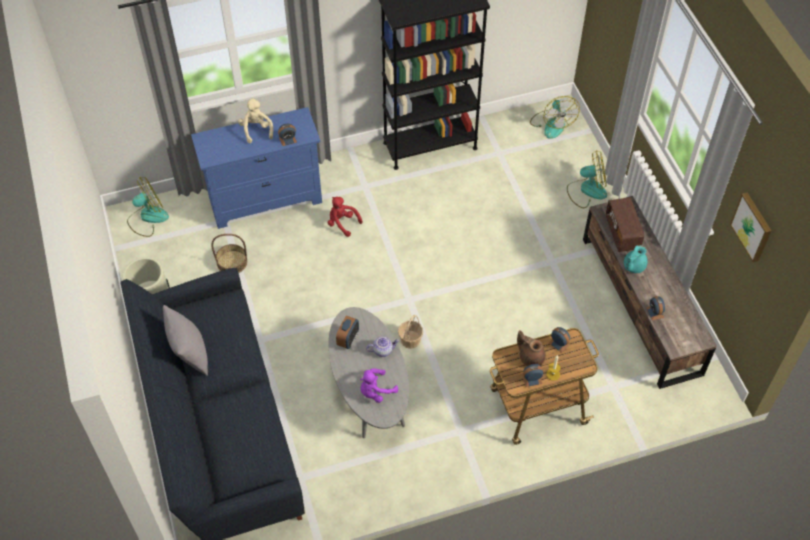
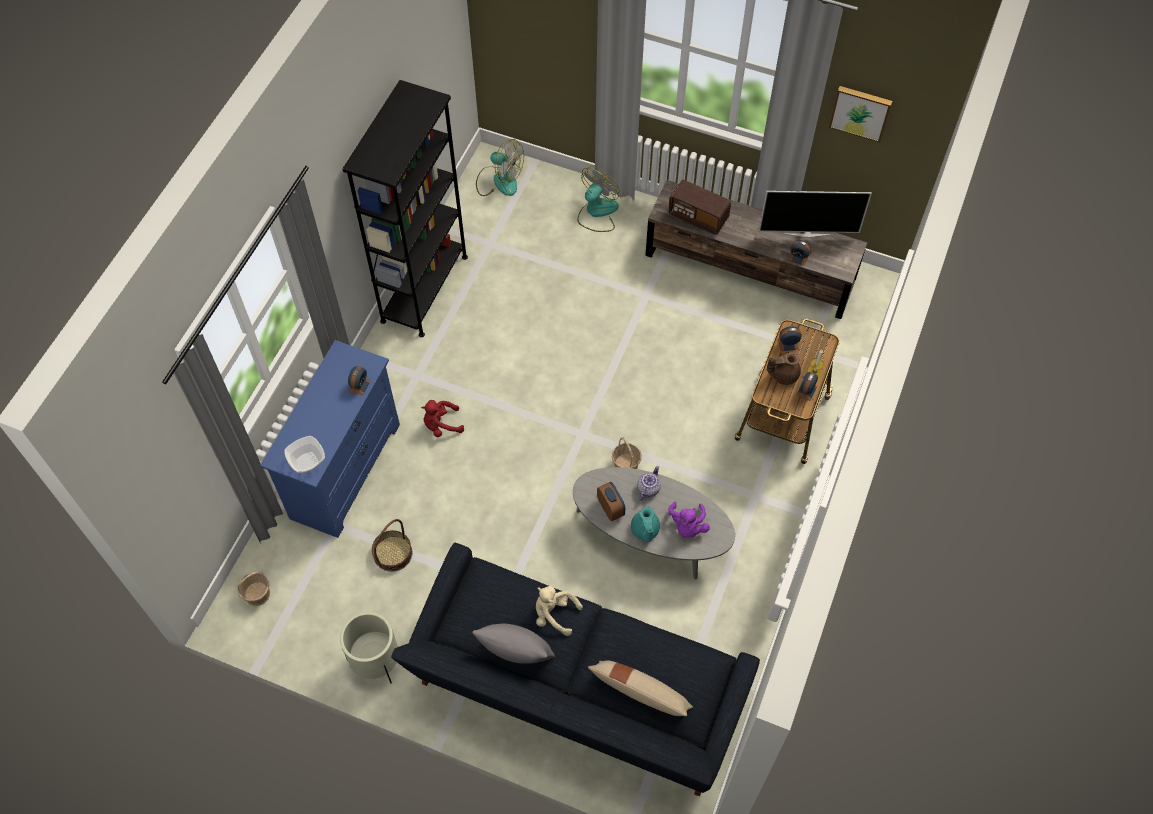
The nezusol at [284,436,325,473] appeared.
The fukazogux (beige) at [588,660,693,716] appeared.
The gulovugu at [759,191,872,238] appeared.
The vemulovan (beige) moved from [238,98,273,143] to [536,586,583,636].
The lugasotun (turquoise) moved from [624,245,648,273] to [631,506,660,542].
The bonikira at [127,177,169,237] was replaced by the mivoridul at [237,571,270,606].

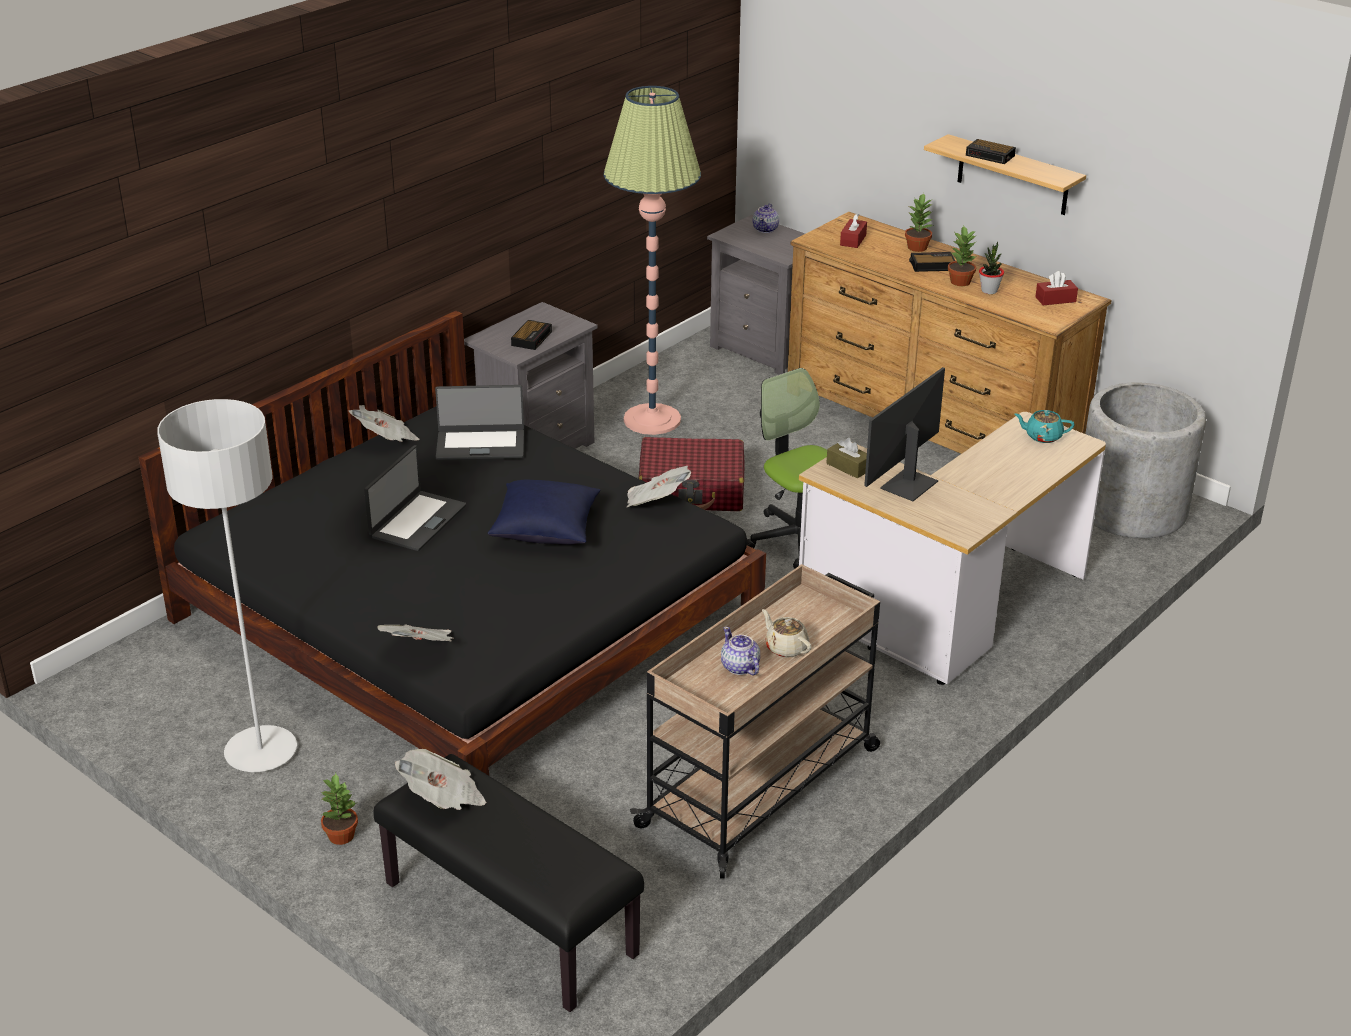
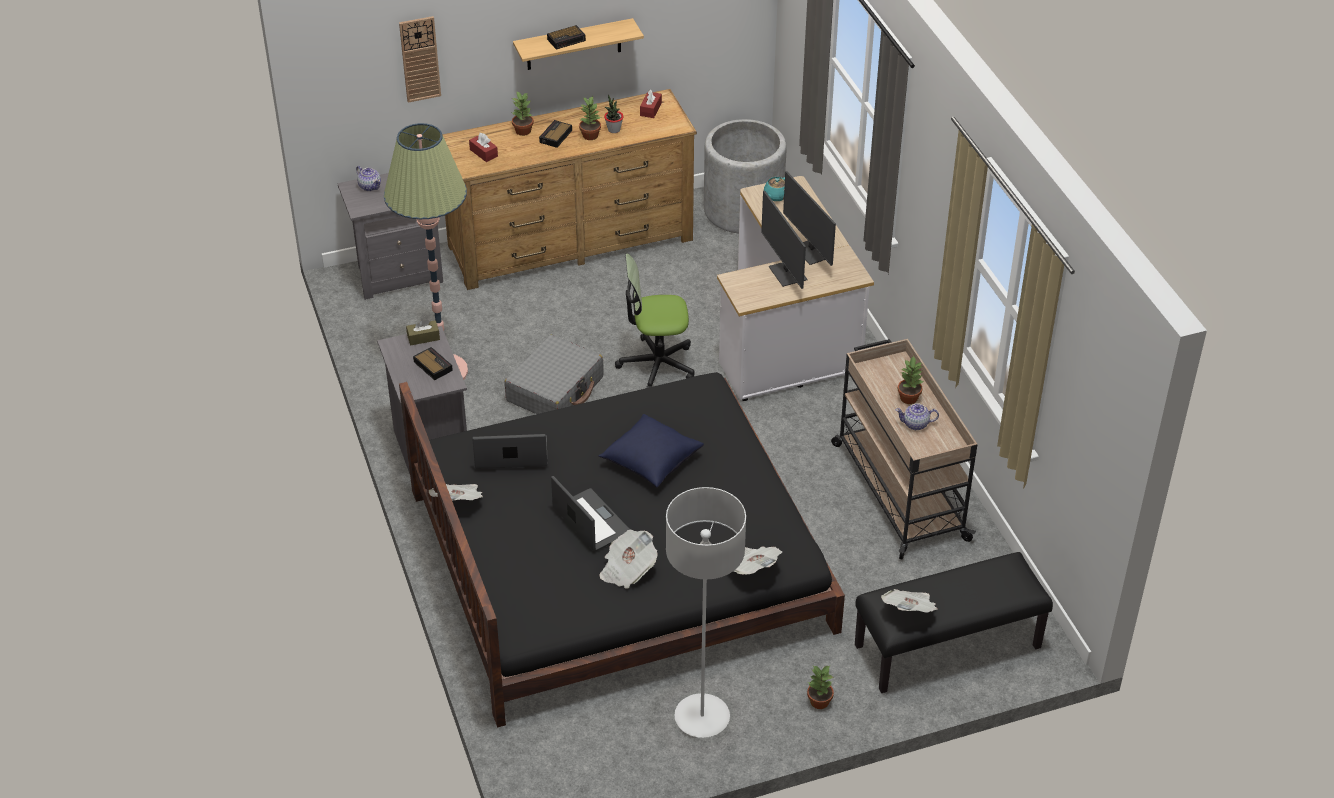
The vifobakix at [399,16,441,103] appeared.
The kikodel at [783,171,836,266] appeared.
The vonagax moved from [627,466,691,507] to [599,529,658,589].
The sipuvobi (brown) moved from [826,438,867,479] to [406,319,440,345].
The lugasotun (beige) at [762,609,812,658] was replaced by the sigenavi at [898,356,924,404].
The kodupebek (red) at [639,437,745,511] became the kodupebek (grey) at [504,334,604,414].
The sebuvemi at [435,385,524,460] turned 120 degrees counterclockwise.

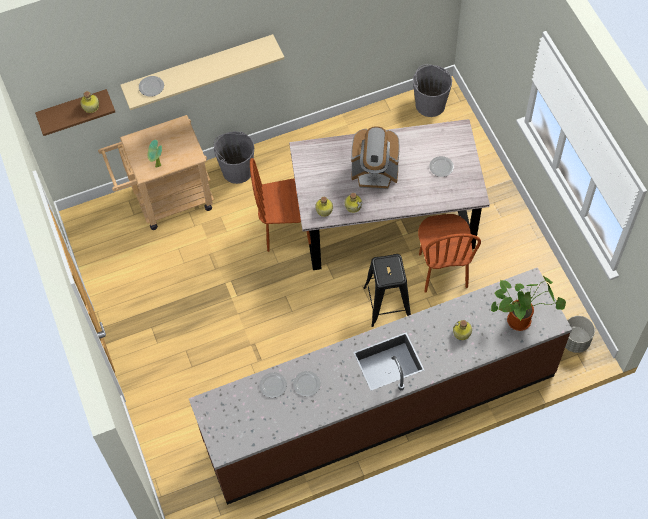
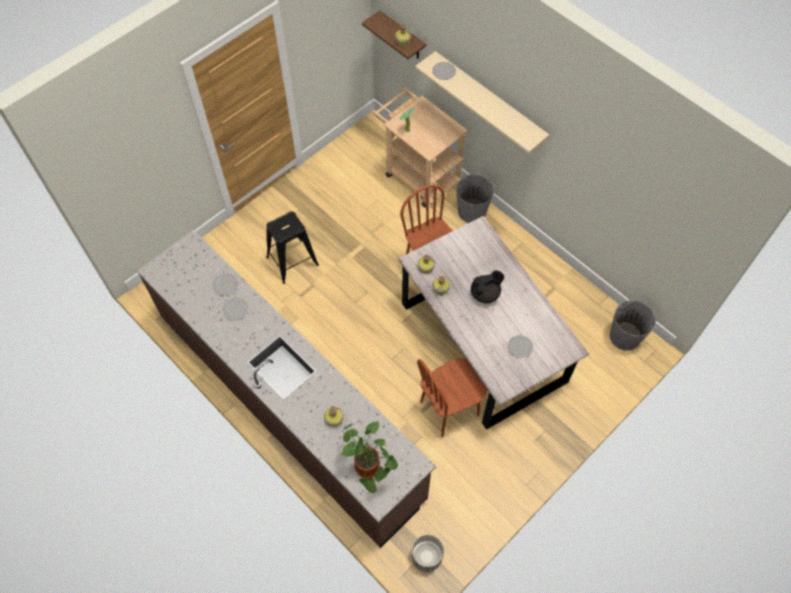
The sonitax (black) moved from [363,254,411,327] to [266,211,319,284].
The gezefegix at [351,126,399,189] was replaced by the lugasotun (black) at [471,270,504,303].

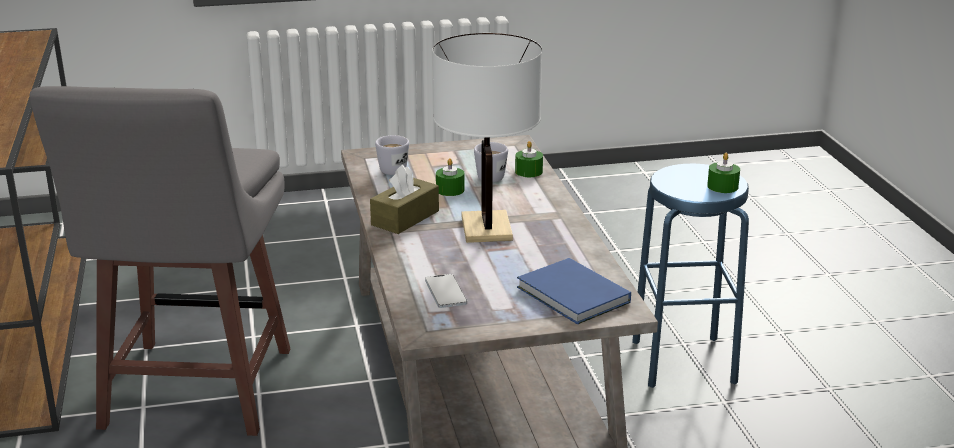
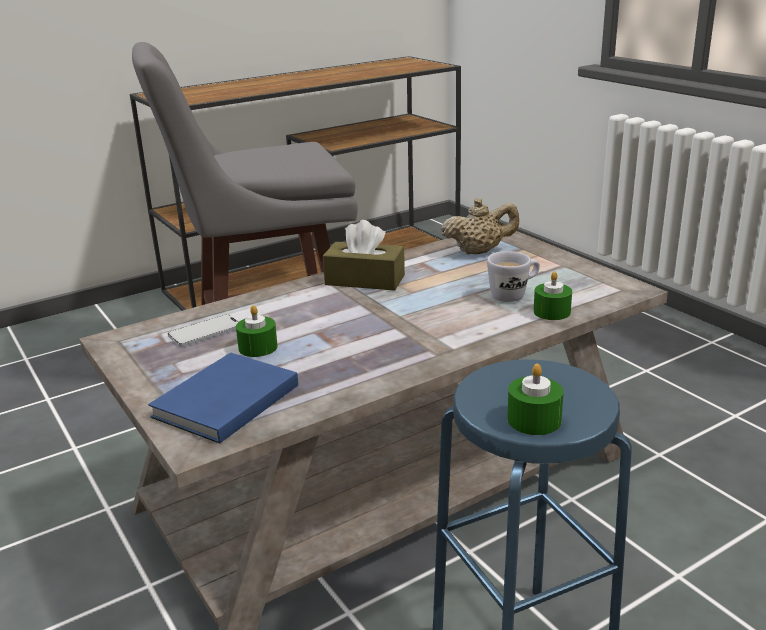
The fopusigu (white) at [432,33,542,243] disappeared.
The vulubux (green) moved from [436,158,465,196] to [236,305,278,357].
The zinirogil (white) at [375,135,409,175] was replaced by the lugasotun (beige) at [441,198,519,254].

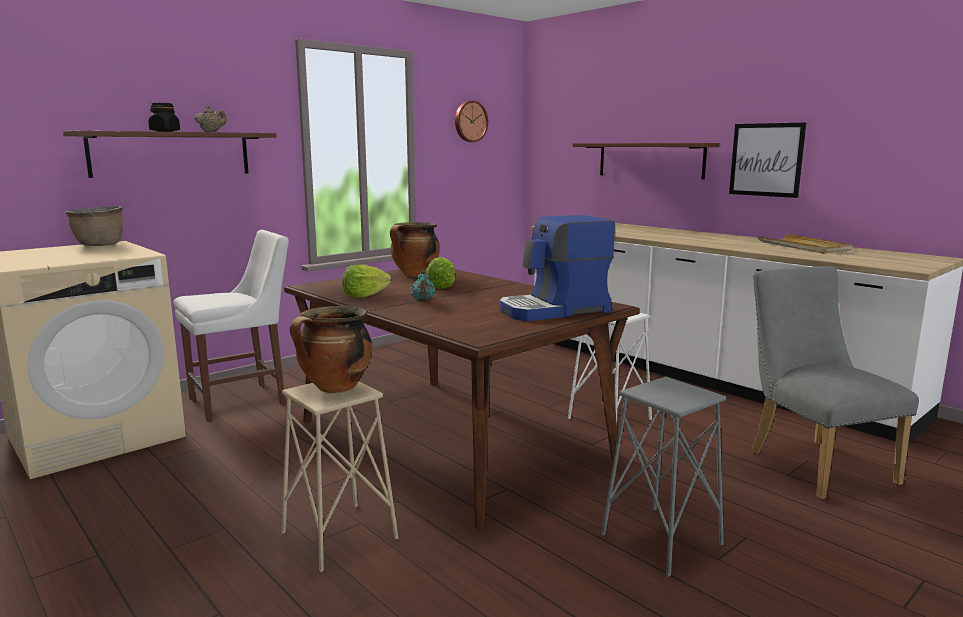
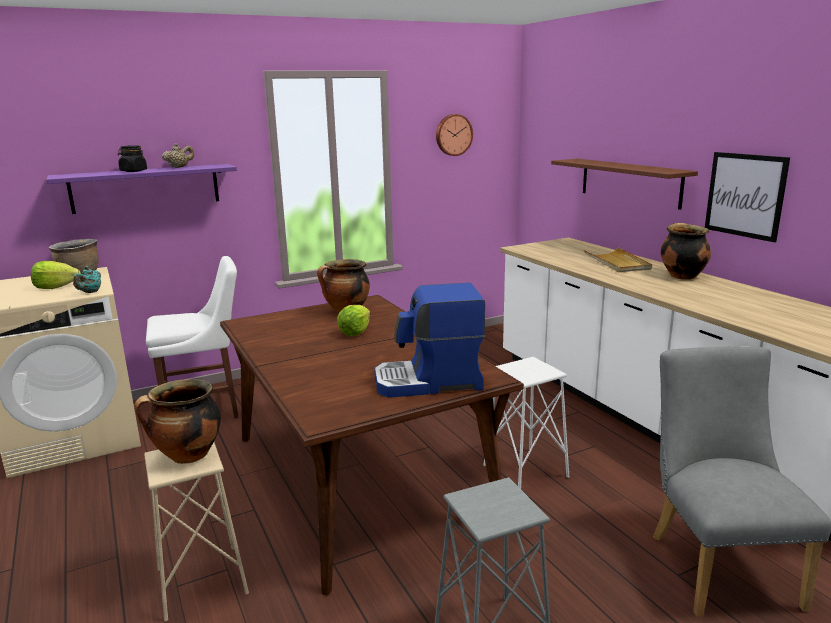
The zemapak at [661,223,711,280] appeared.
The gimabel moved from [342,264,391,297] to [31,261,81,289].
The lugasotun (turquoise) moved from [411,270,435,301] to [73,266,101,293].
The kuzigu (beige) moved from [758,234,853,254] to [583,247,652,272].
The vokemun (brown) at [63,131,276,178] became the vokemun (purple) at [47,164,237,214].

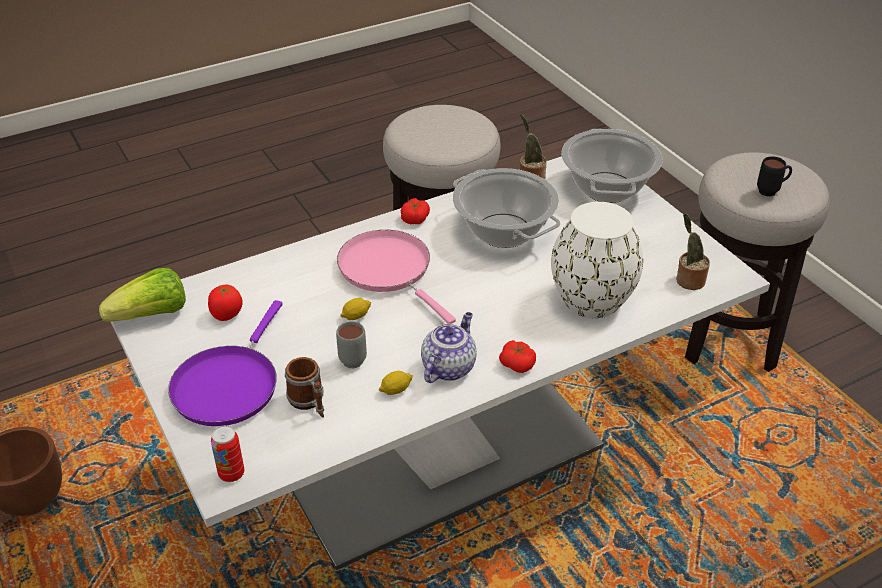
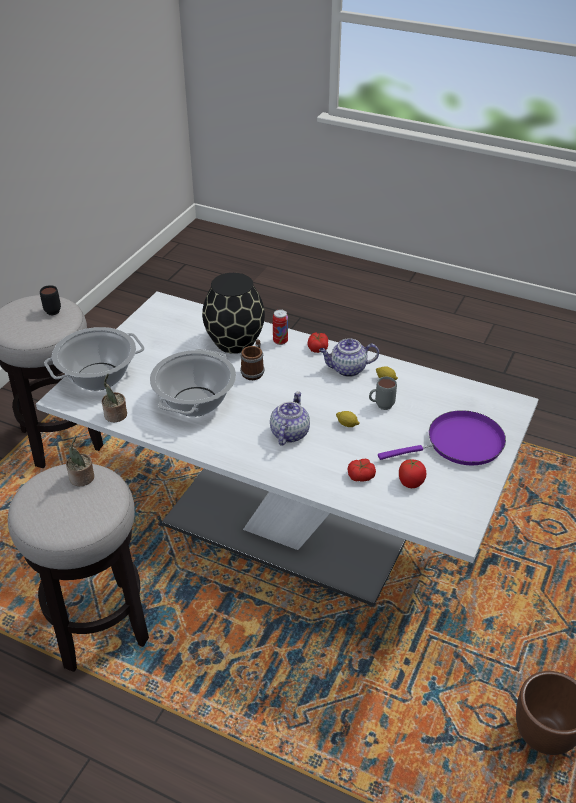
The gimabel at [99,268,186,322] disappeared.
The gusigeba moved from [211,425,244,482] to [273,309,288,345].
The zinirogil moved from [285,357,324,418] to [240,339,264,380].
The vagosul moved from [401,198,430,224] to [347,459,376,482].
The sigenavi moved from [676,213,710,290] to [66,435,94,486].
The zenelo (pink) at [337,230,456,324] was replaced by the lugasotun at [270,391,310,446].
The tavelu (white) at [551,202,643,318] became the tavelu (black) at [202,273,265,354].

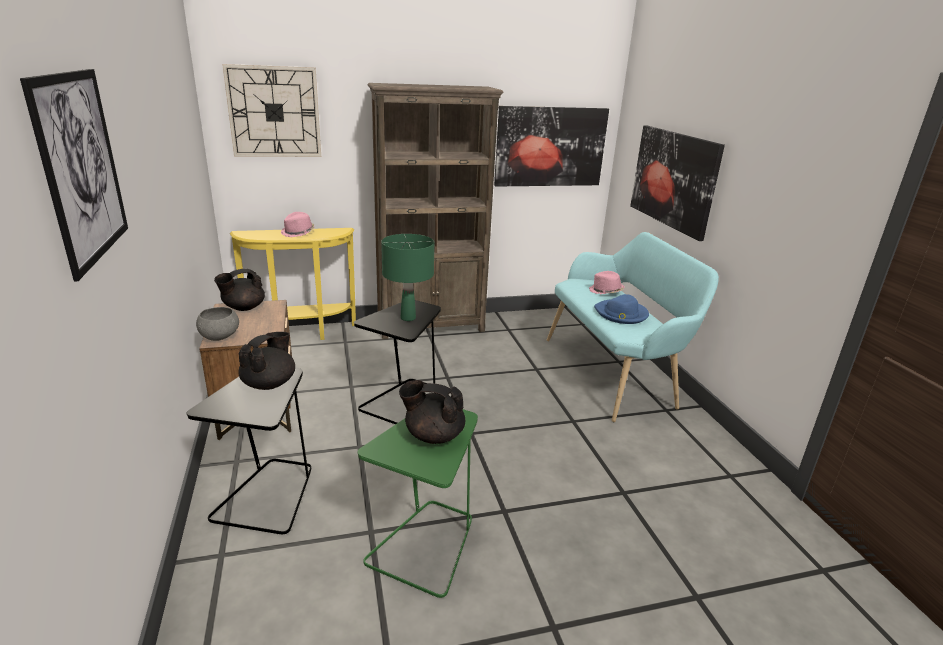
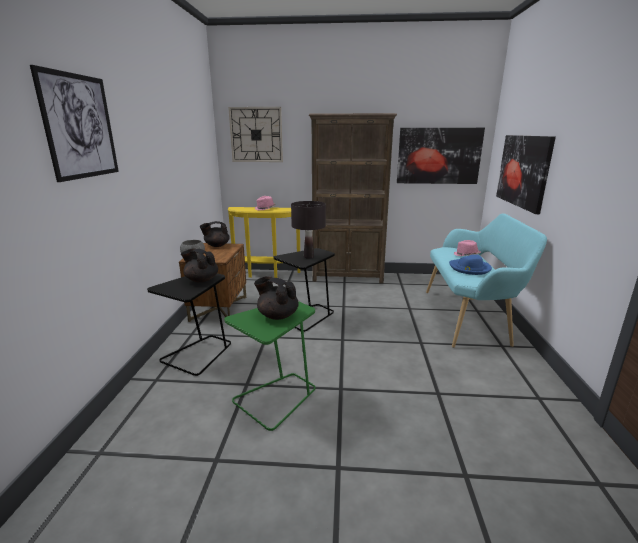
The fopusigu (green) at [381,234,434,321] became the fopusigu (black) at [291,201,326,259].
The lugasotun (black) at [238,332,295,390] turned 105 degrees counterclockwise.

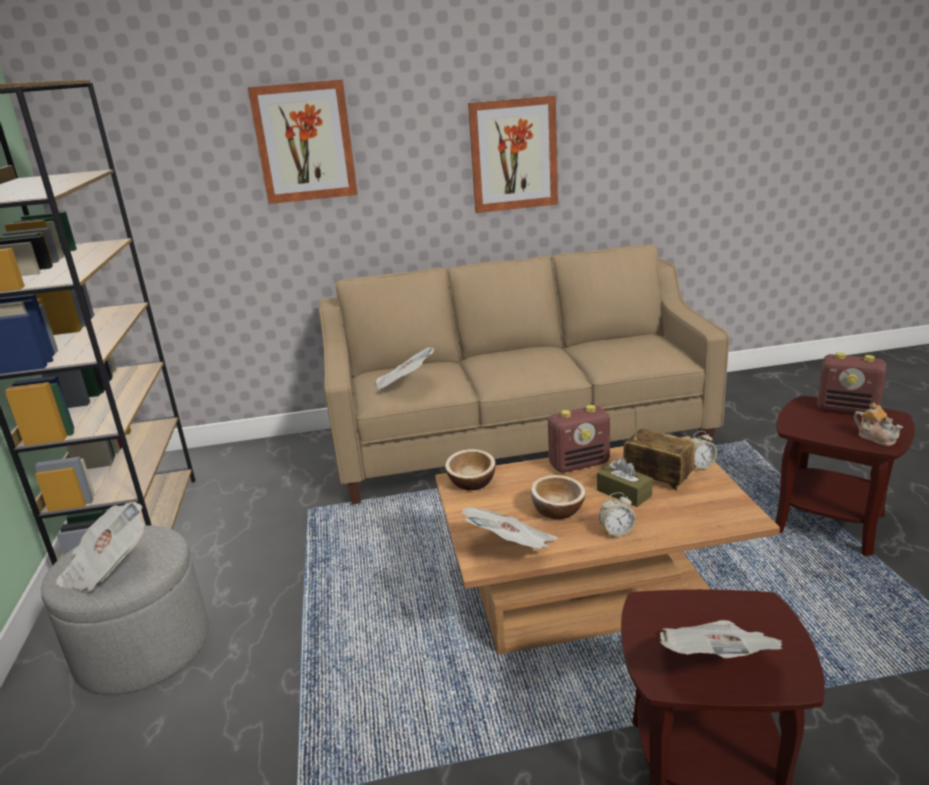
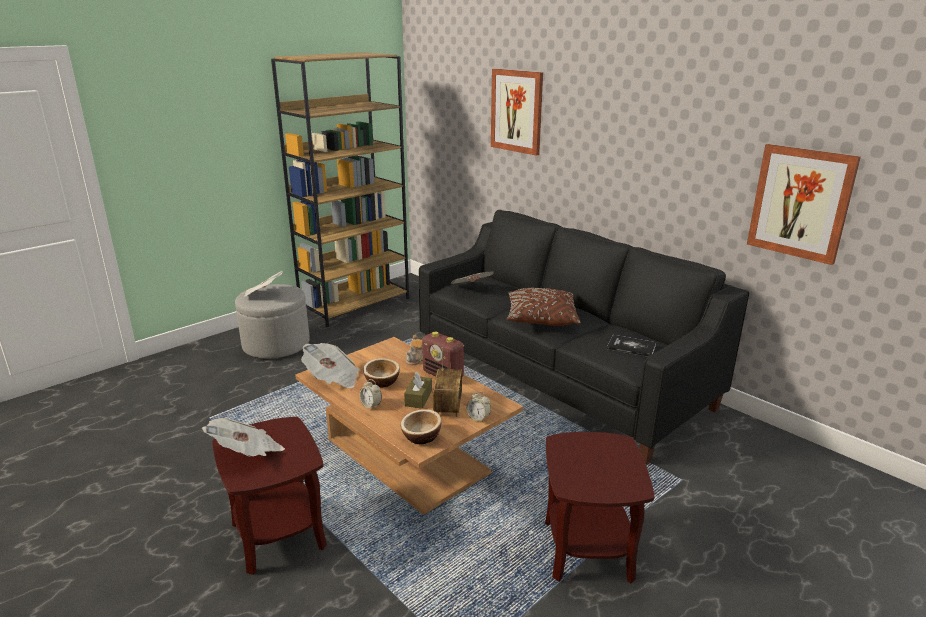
The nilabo at [817,352,886,414] disappeared.
The fukazogux (brown) at [507,288,581,326] appeared.
The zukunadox at [607,335,656,357] appeared.
The nezusol moved from [445,449,495,491] to [401,409,441,444].
The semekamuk moved from [468,96,558,213] to [747,144,861,265].
The lugasotun moved from [854,403,903,446] to [406,335,423,365].
The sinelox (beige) at [319,244,729,504] became the sinelox (black) at [419,210,749,464].

